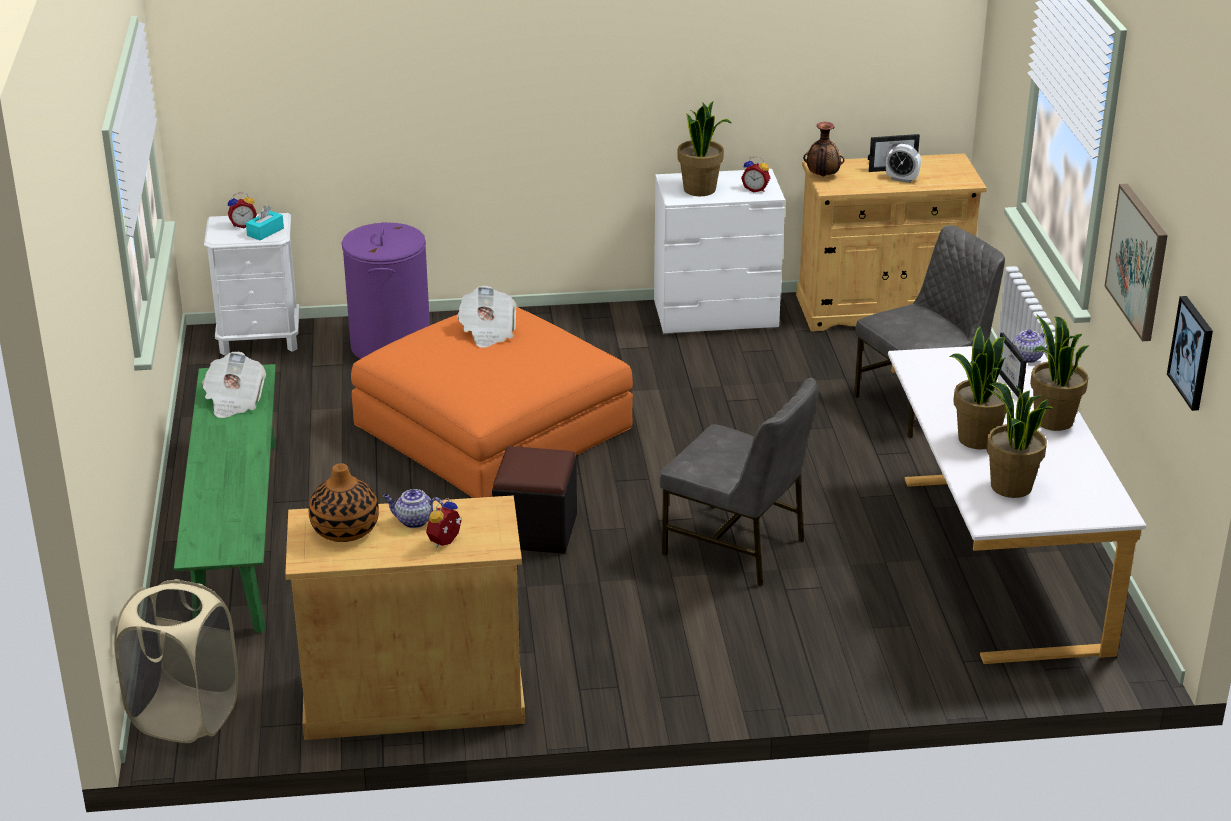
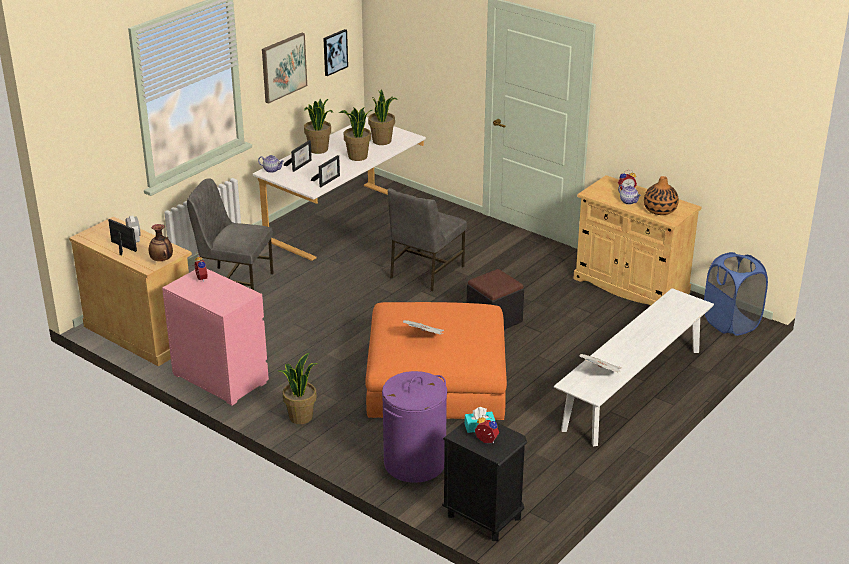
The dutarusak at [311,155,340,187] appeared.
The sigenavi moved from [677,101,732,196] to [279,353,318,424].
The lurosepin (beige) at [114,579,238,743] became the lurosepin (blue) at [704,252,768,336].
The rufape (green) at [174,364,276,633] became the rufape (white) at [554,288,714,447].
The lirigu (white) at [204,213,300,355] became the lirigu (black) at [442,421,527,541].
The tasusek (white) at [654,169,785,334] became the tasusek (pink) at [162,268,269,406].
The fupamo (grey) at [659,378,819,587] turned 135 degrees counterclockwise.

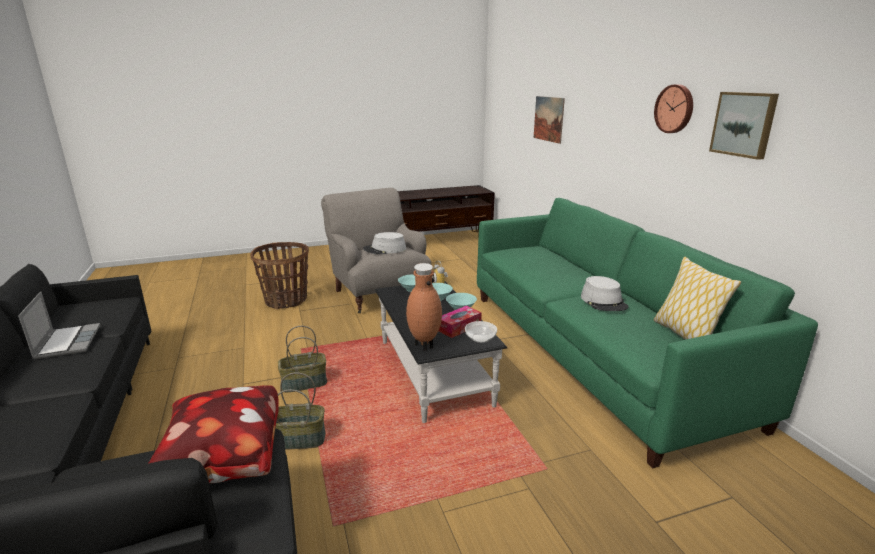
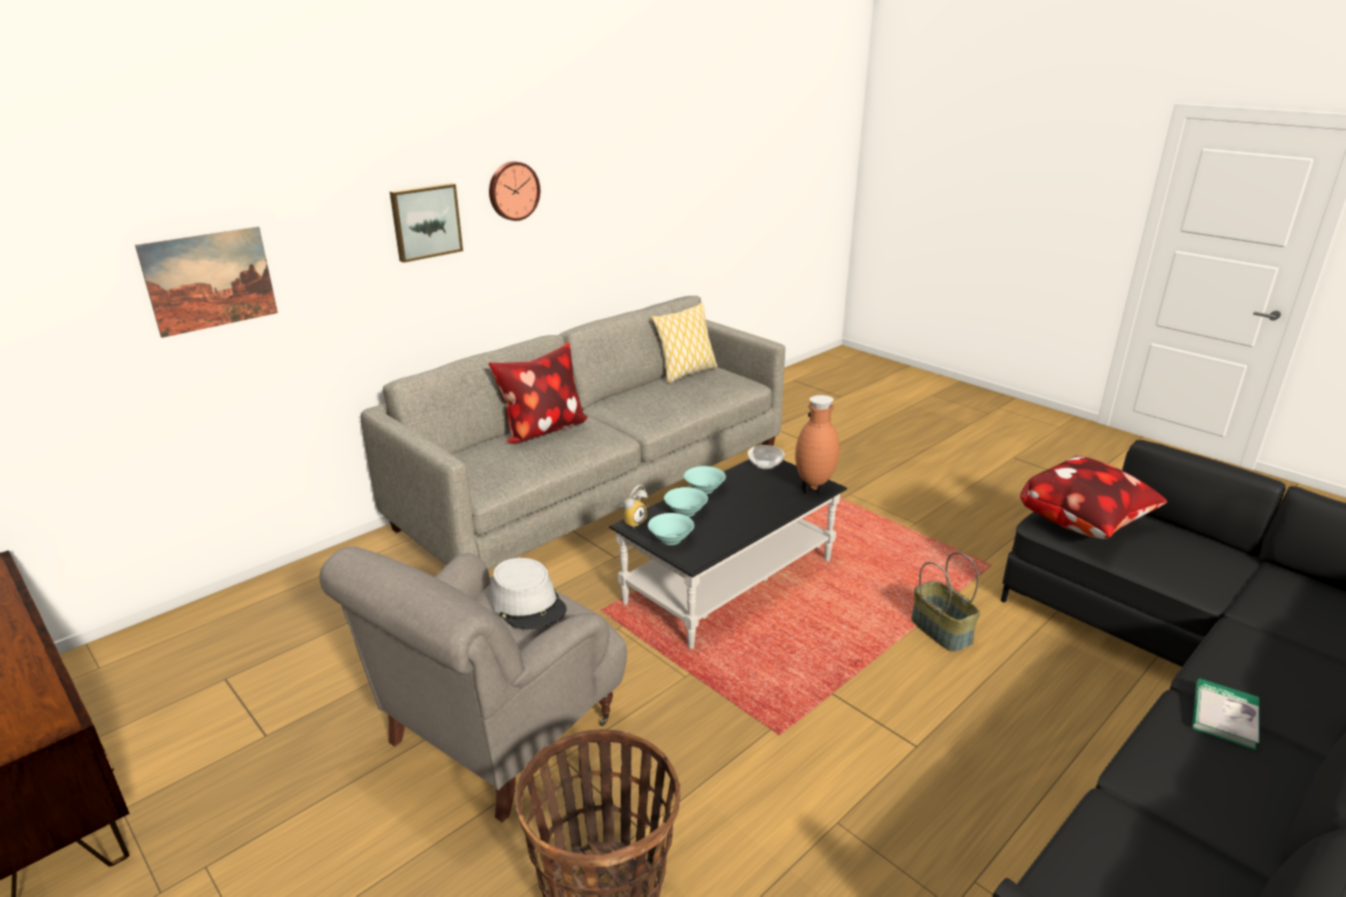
The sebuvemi at [18,292,100,359] disappeared.
The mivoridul at [278,326,327,392] disappeared.
The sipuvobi at [439,306,482,338] disappeared.
The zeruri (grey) at [581,276,629,311] disappeared.
The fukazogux at [488,343,588,443] appeared.
The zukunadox at [1192,678,1259,750] appeared.
The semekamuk moved from [709,92,779,160] to [390,183,463,263].
The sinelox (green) at [477,198,818,468] became the sinelox (grey) at [361,296,785,570].

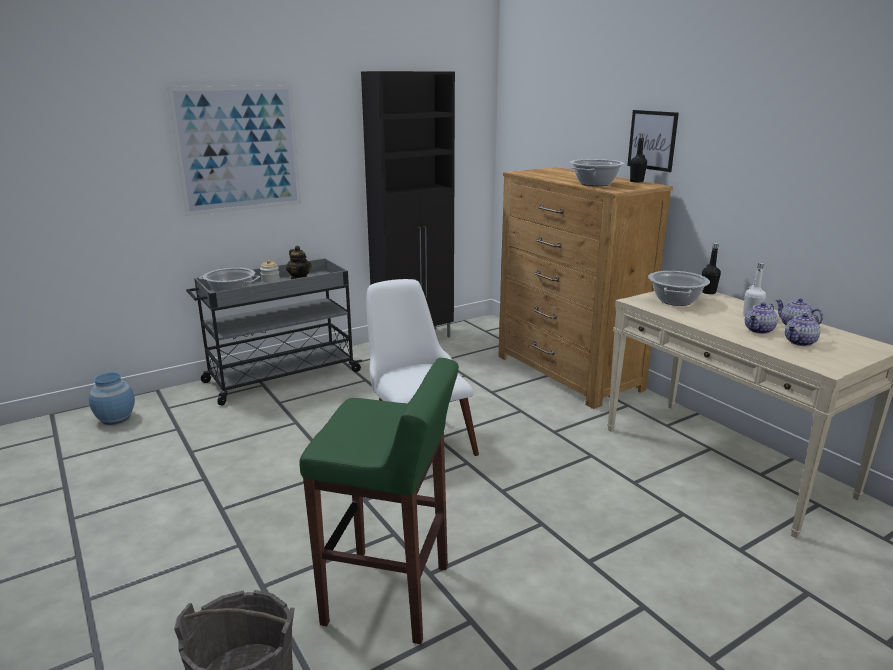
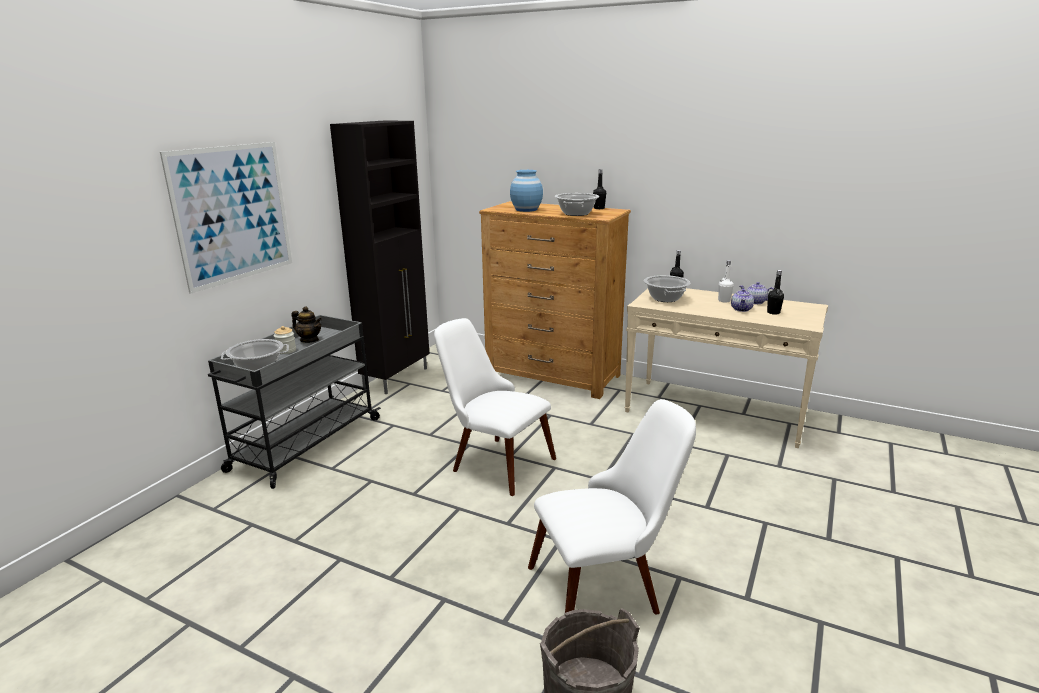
The semekamuk at [627,110,679,172] disappeared.
The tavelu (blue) moved from [89,372,135,425] to [510,170,543,212].
The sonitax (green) at [299,358,459,644] was replaced by the fupamo (white) at [528,399,696,614].
The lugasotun at [785,313,820,346] was replaced by the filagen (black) at [767,270,784,315].

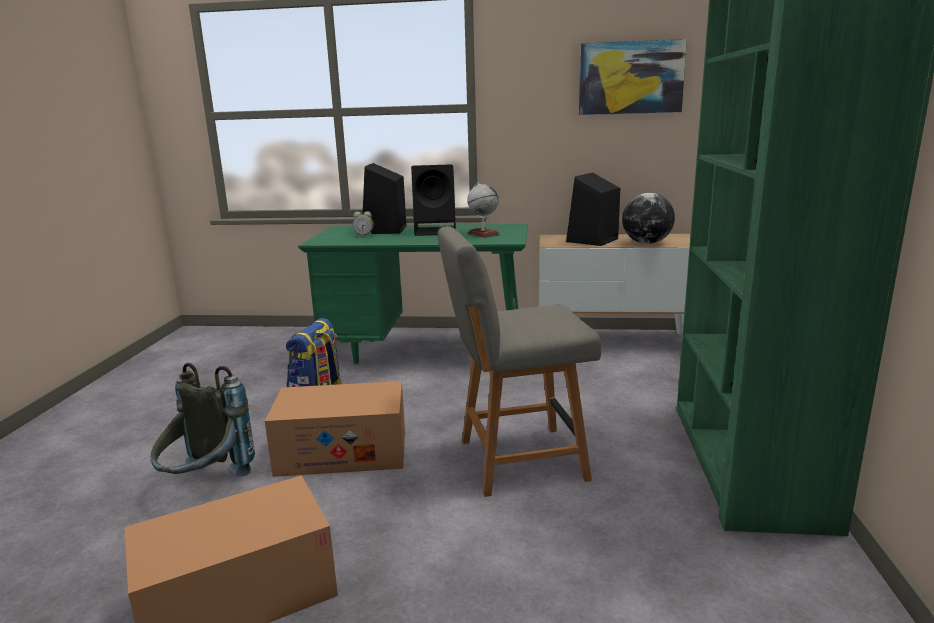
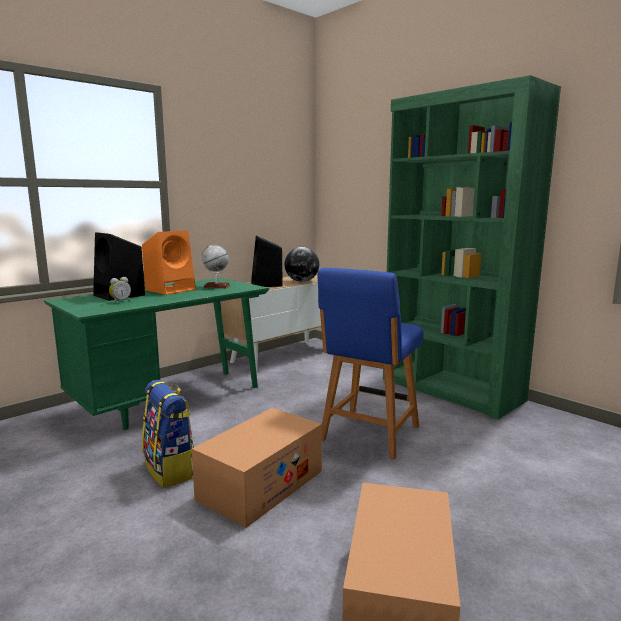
The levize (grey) at [151,363,255,476] disappeared.
The semekamuk at [579,39,687,115] disappeared.
The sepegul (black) at [411,164,456,236] became the sepegul (orange) at [142,230,196,295].
The fupamo (grey) at [438,227,601,497] became the fupamo (blue) at [318,268,424,459].

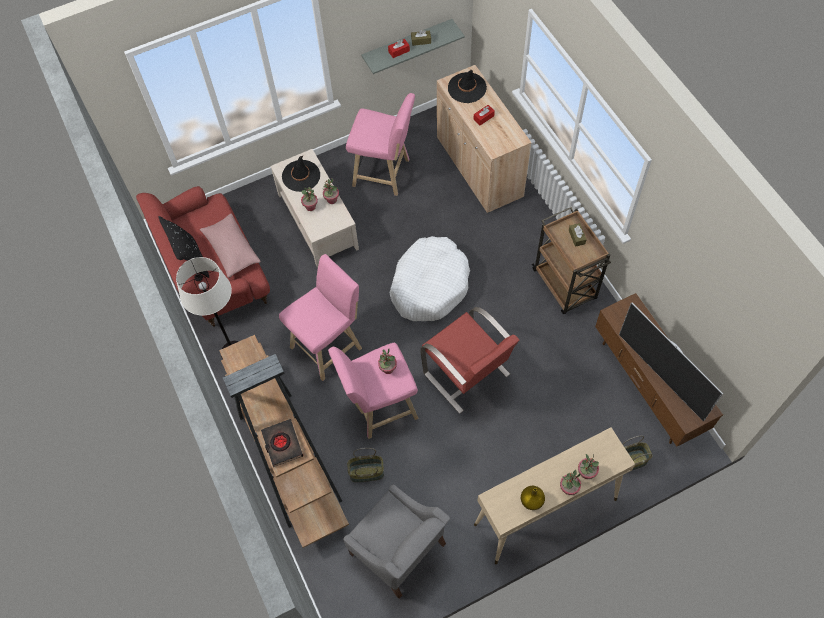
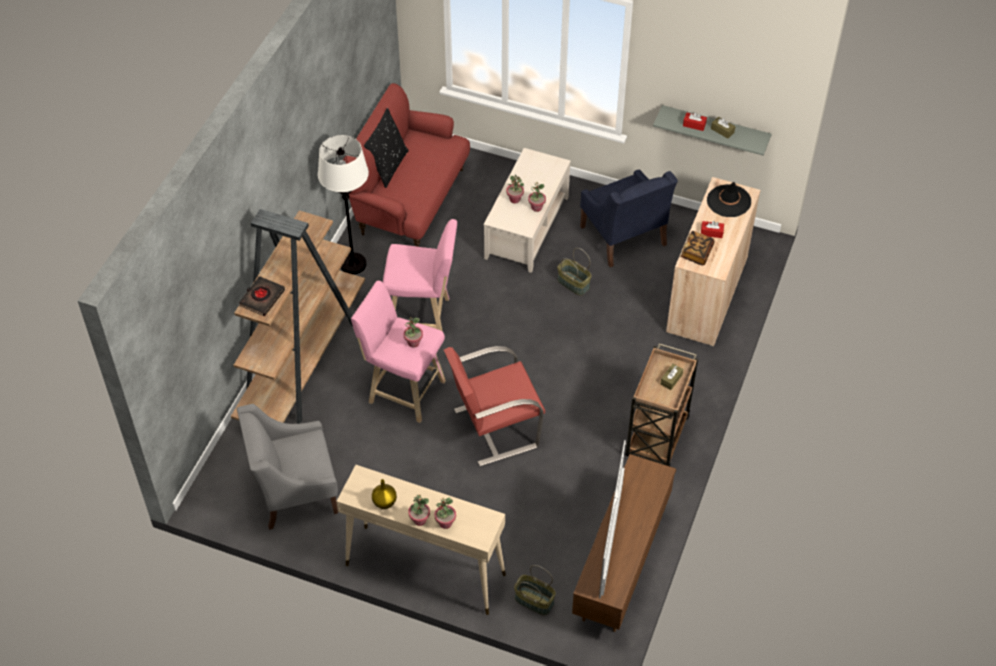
The fukazogux (pink) at [200,214,261,278] disappeared.
The zeruri (black) at [282,155,320,192] disappeared.
The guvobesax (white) at [390,236,470,321] disappeared.
The zukunadox at [681,231,714,266] appeared.
The mivoridul moved from [347,448,384,482] to [557,248,592,296].
The sonitax (pink) at [346,93,415,196] was replaced by the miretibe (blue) at [580,169,678,267].
The miretibe (grey) at [343,484,450,599] turned 75 degrees clockwise.
The miretibe (red) at [420,307,519,414] turned 60 degrees clockwise.

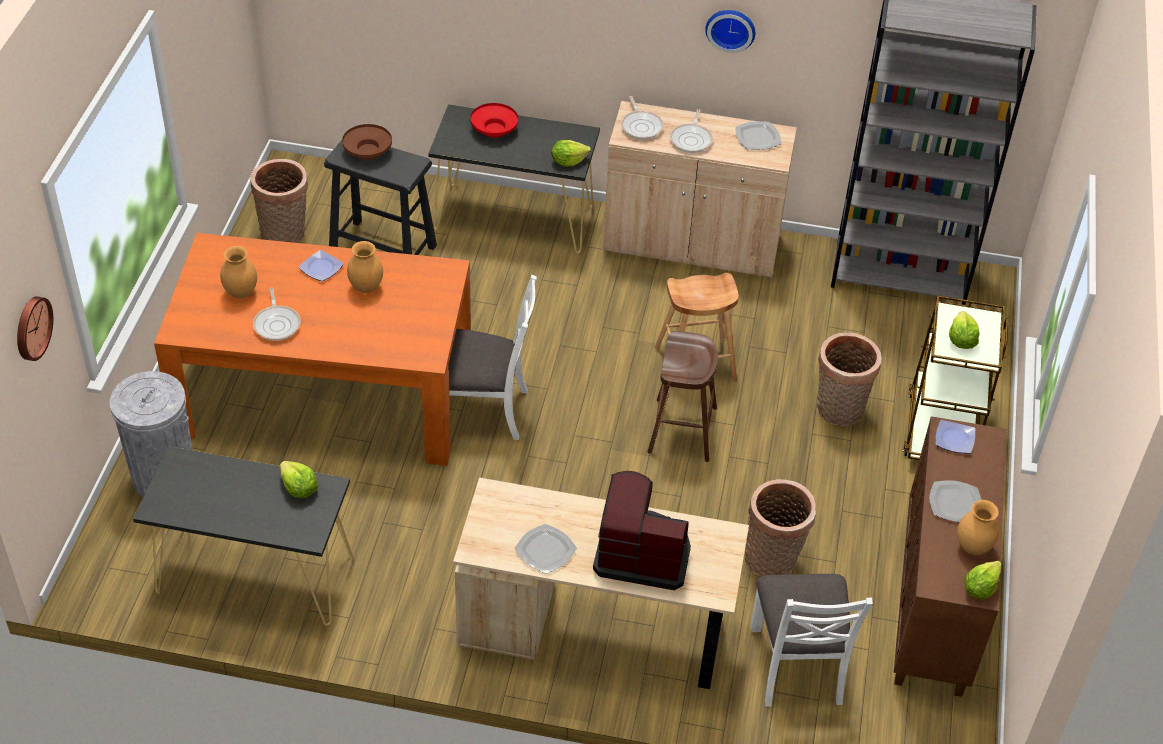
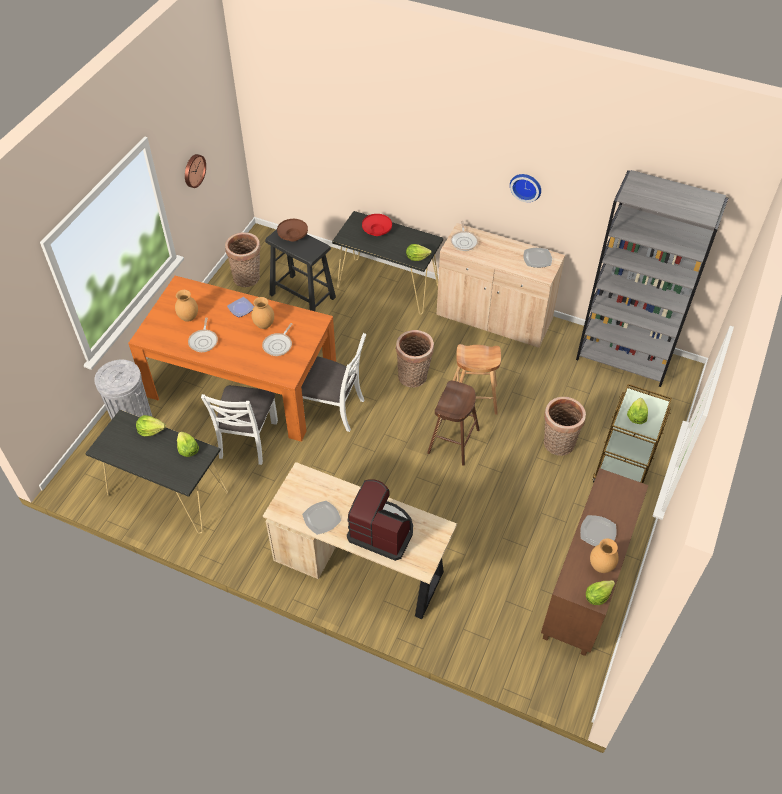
The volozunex at [935,420,975,454] disappeared.
The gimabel at [136,415,166,437] appeared.
The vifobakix moved from [17,296,53,361] to [185,154,206,188].
The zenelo moved from [670,109,713,153] to [262,323,292,356].
The mivoridul moved from [745,479,816,577] to [396,330,434,387].
The fupamo (white) moved from [751,574,873,707] to [201,385,278,465].

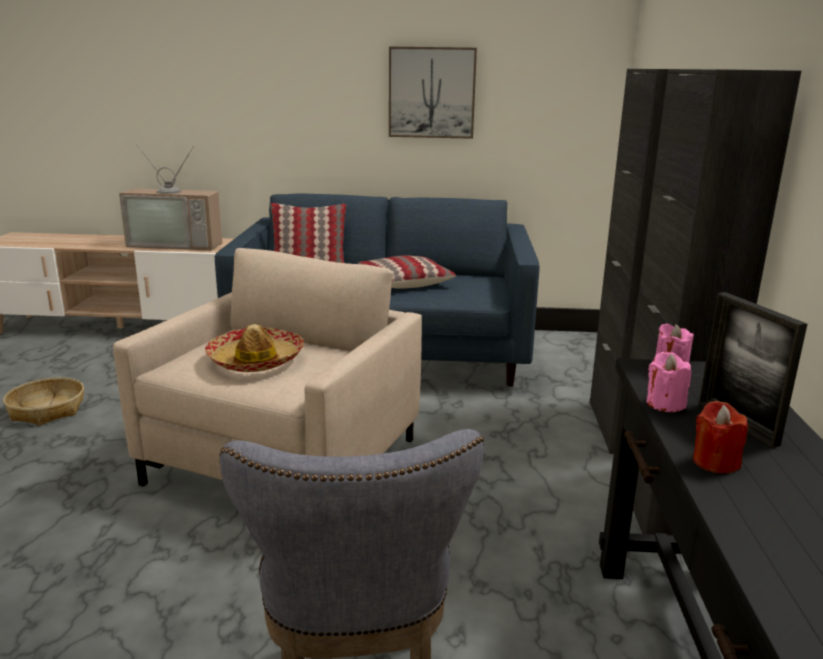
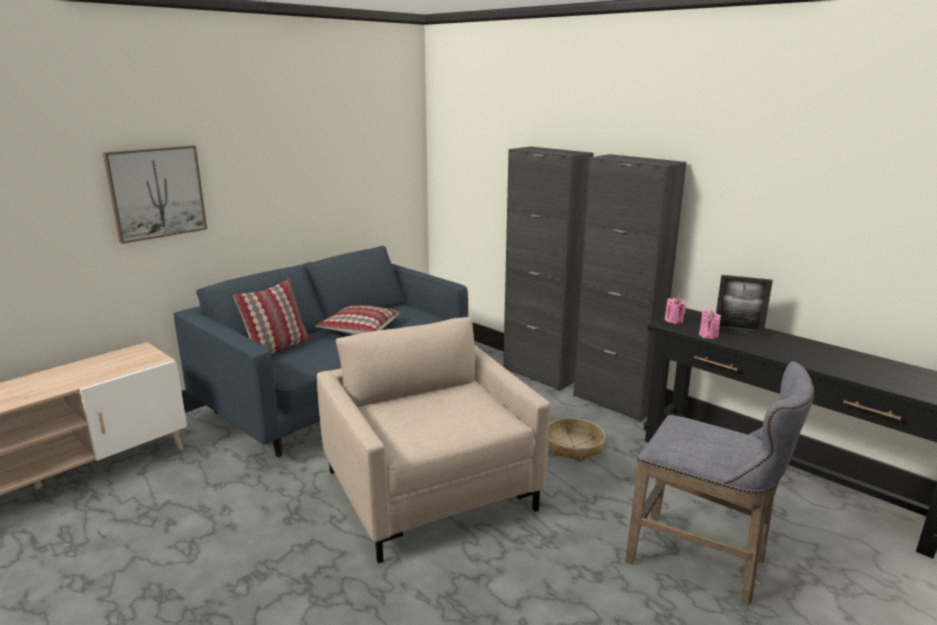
The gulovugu at [119,145,222,250] disappeared.
The zeruri at [205,324,304,372] disappeared.
The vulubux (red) at [693,401,748,474] disappeared.
The mivoridul moved from [3,378,84,426] to [548,418,605,462].
The semekamuk moved from [389,46,477,139] to [103,145,207,244].

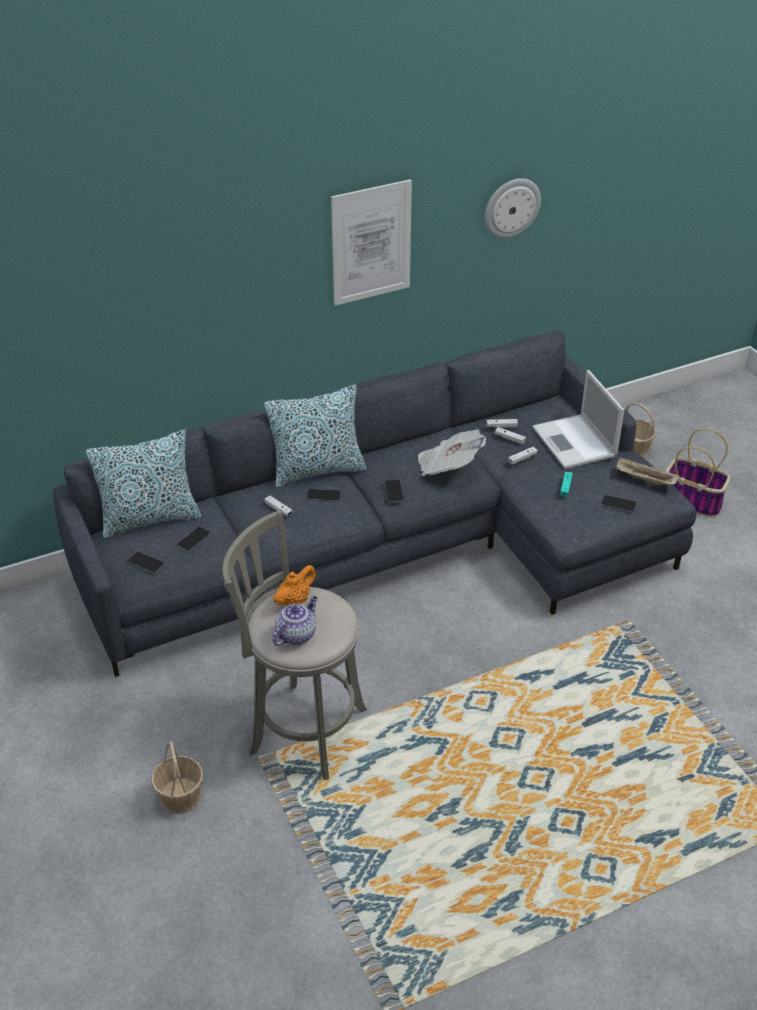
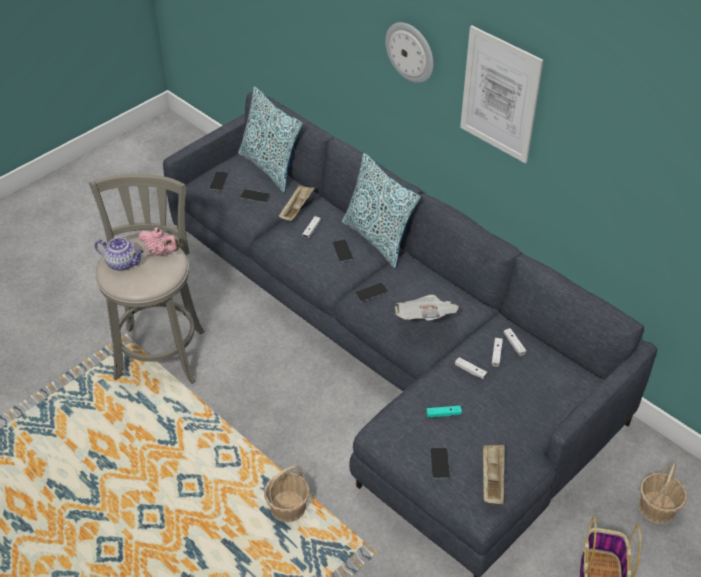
The sebuvemi at [532,370,624,469] disappeared.
The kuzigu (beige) at [278,184,315,221] appeared.
The mivoridul moved from [151,741,203,814] to [264,465,310,522].
The vifobakix moved from [485,178,541,238] to [385,22,434,83].
The lugasotun (orange) at [273,565,316,606] became the lugasotun (pink) at [139,227,179,256].

